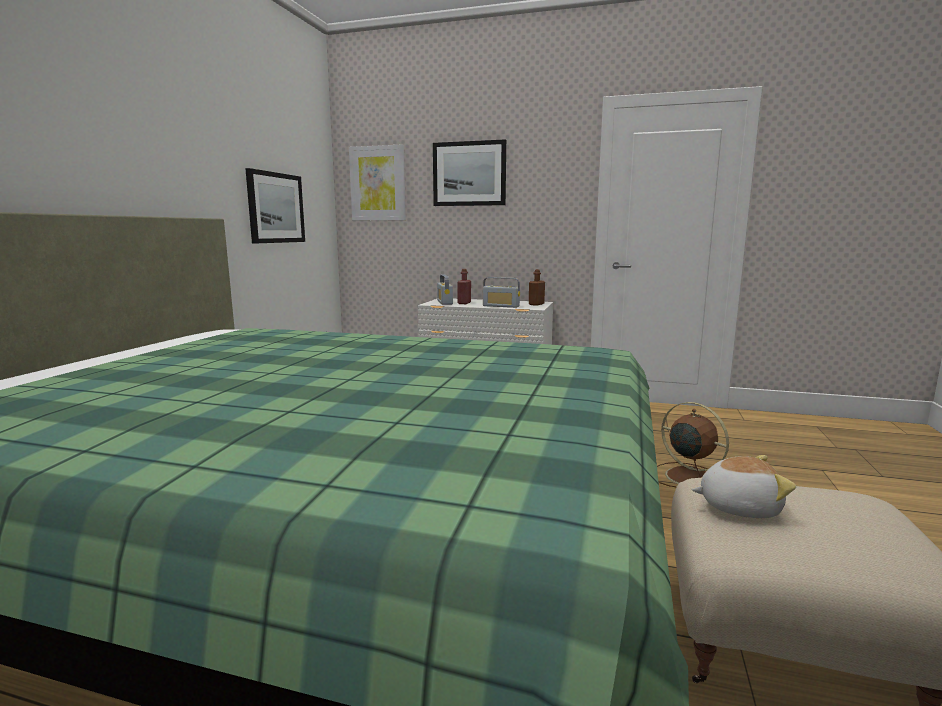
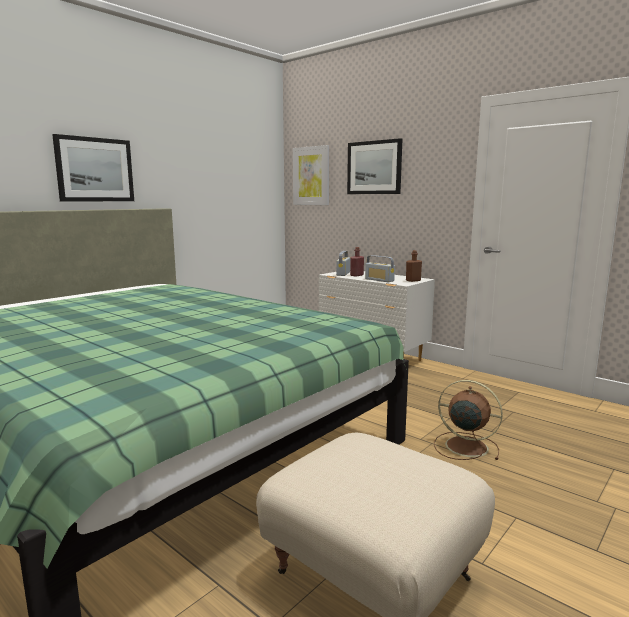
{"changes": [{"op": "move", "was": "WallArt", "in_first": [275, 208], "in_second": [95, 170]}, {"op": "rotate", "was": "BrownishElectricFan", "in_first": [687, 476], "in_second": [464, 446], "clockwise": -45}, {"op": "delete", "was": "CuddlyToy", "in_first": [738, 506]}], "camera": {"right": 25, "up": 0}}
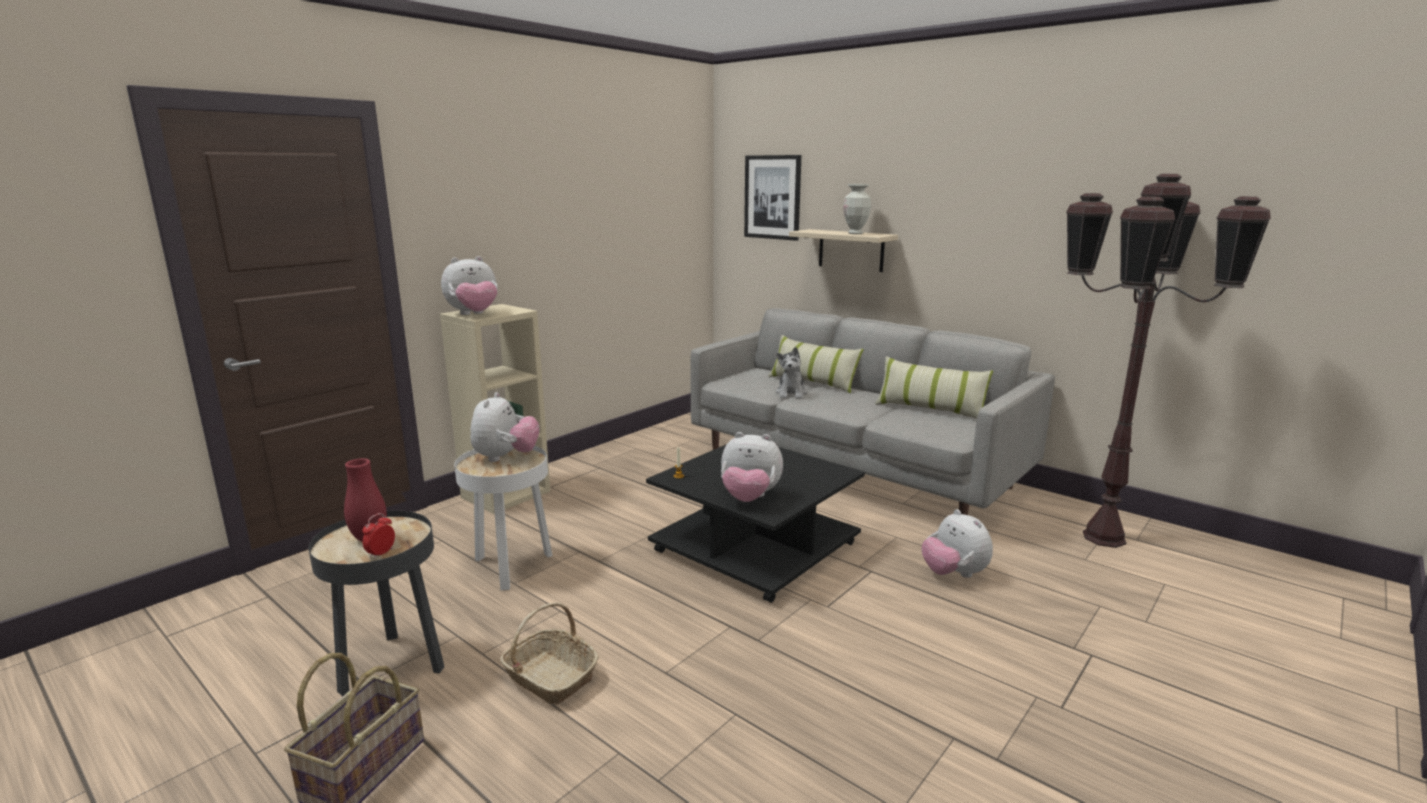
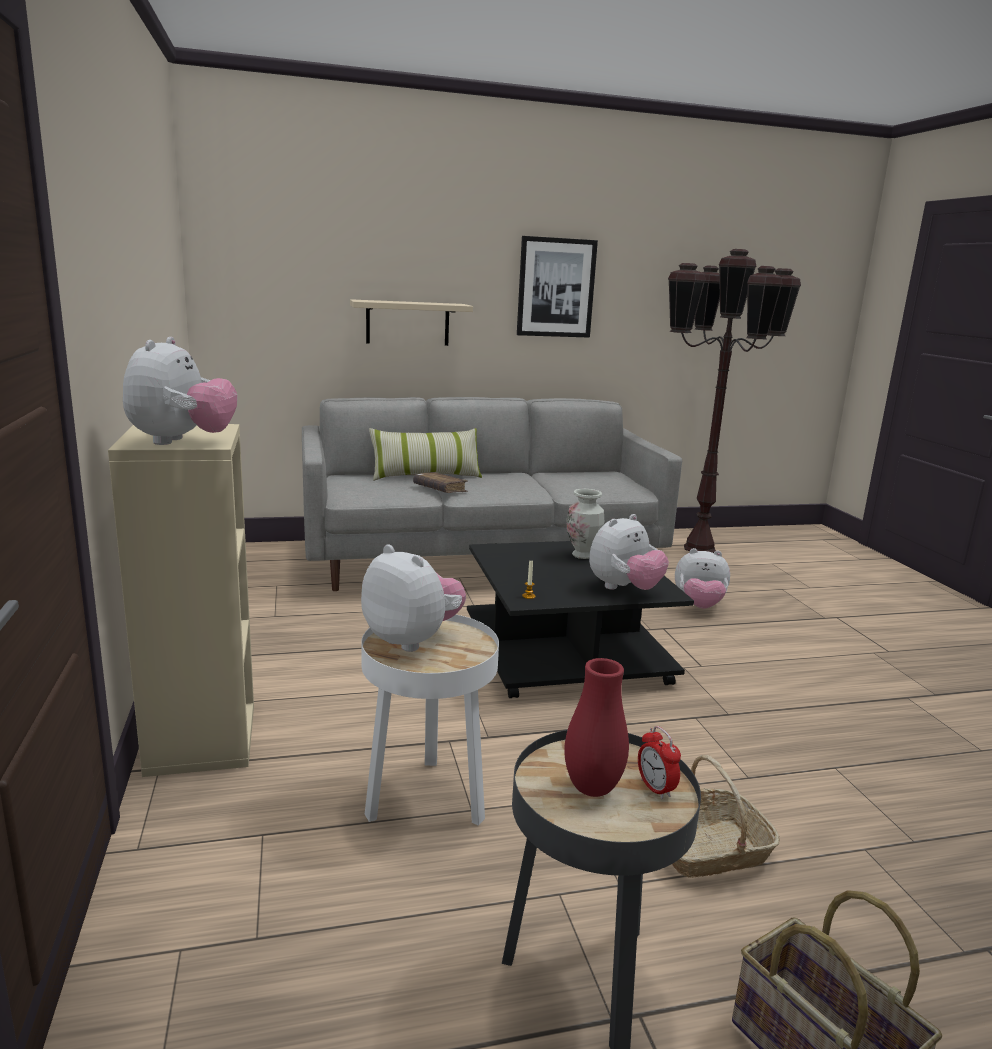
{"changes": [{"op": "move", "was": "WallArt", "in_first": [772, 197], "in_second": [556, 288]}, {"op": "move", "was": "FlowerVase", "in_first": [855, 233], "in_second": [582, 555]}, {"op": "replace", "was": "CuddlyToy", "now": "BrownishBoundBook", "in_first": [791, 393], "in_second": [440, 489]}, {"op": "delete", "was": "Cushion", "in_first": [930, 409]}], "camera": {"right": -55, "up": 0}}
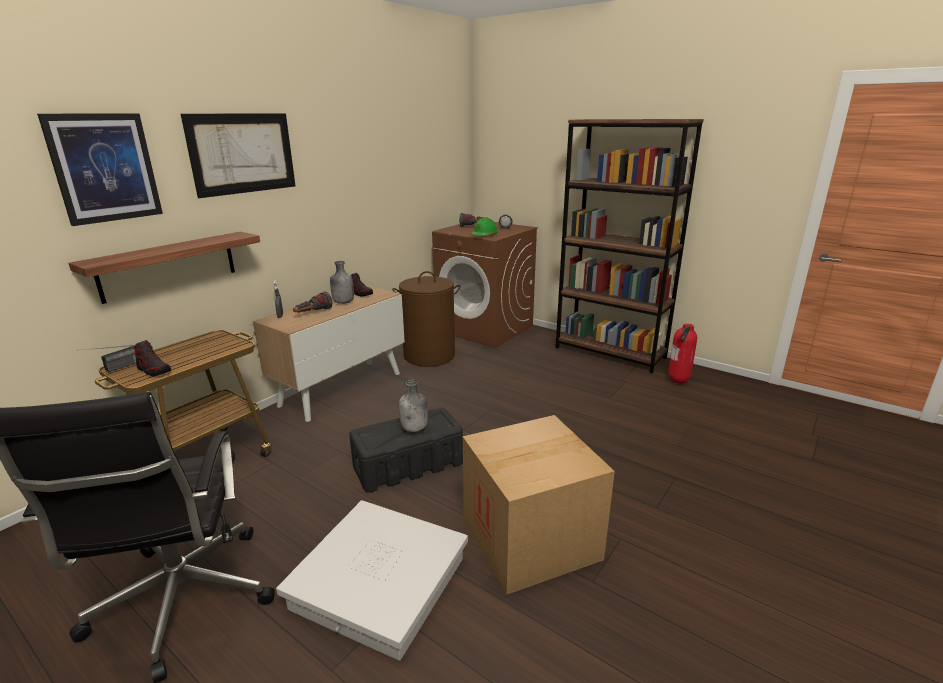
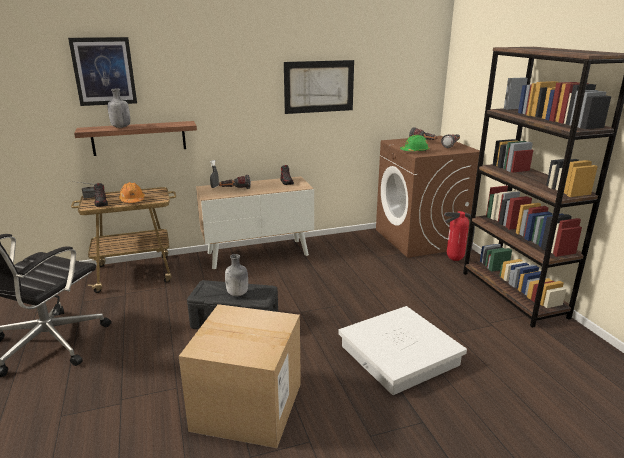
{"changes": [{"op": "move", "was": "WallArt", "in_first": [243, 153], "in_second": [319, 86]}, {"op": "move", "was": "GreyishBeverageBottle", "in_first": [343, 302], "in_second": [120, 127]}, {"op": "delete", "was": "BrownishLaundryBasket", "in_first": [429, 356]}, {"op": "move", "was": "Extinguisher", "in_first": [678, 382], "in_second": [455, 260]}, {"op": "move", "was": "WhiteColouredStorageBox", "in_first": [380, 583], "in_second": [399, 355]}, {"op": "insert", "now": "OrangeColouredSafetyHelmet", "in_second": [132, 200]}], "camera": {"right": 35, "up": 0}}
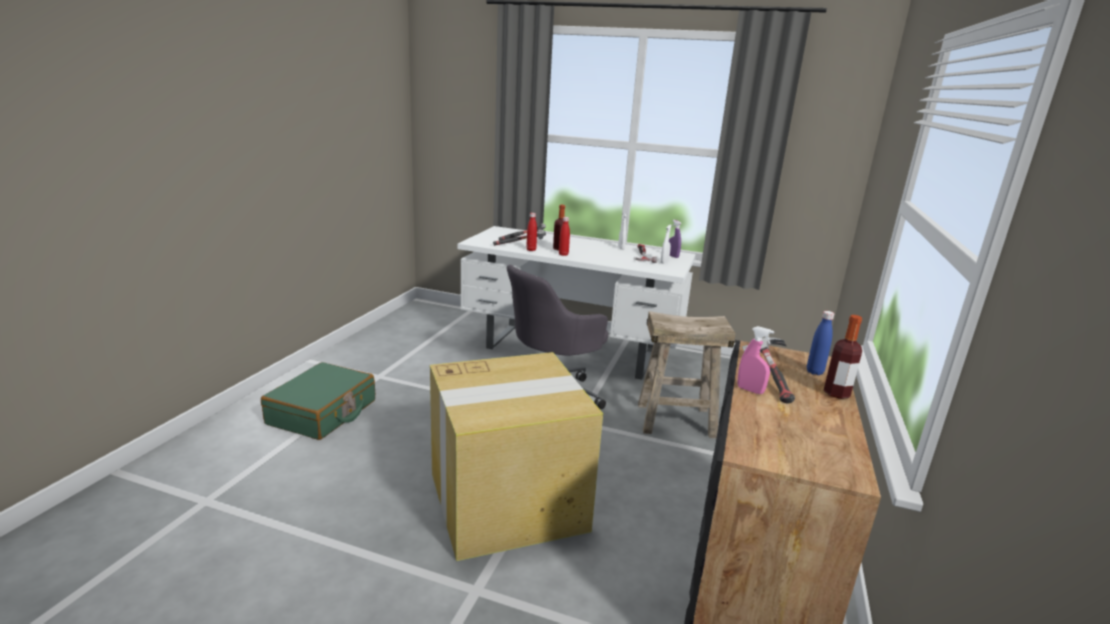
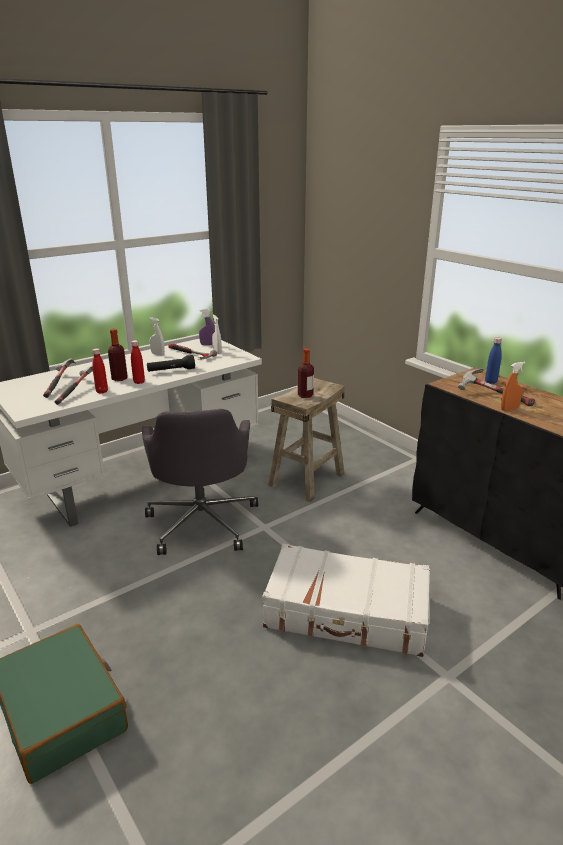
{"changes": [{"op": "move", "was": "BeverageBottle", "in_first": [836, 393], "in_second": [305, 395]}, {"op": "recolor", "was": "PinkishSprayer", "now": "OrangeColouredSprayer", "in_first": [750, 390], "in_second": [509, 409]}, {"op": "replace", "was": "PackingBox", "now": "WhiteColouredSuitcase", "in_first": [509, 501], "in_second": [347, 613]}, {"op": "insert", "now": "BlackColouredFlashlight", "in_second": [171, 371]}], "camera": {"right": -55, "up": 5}}
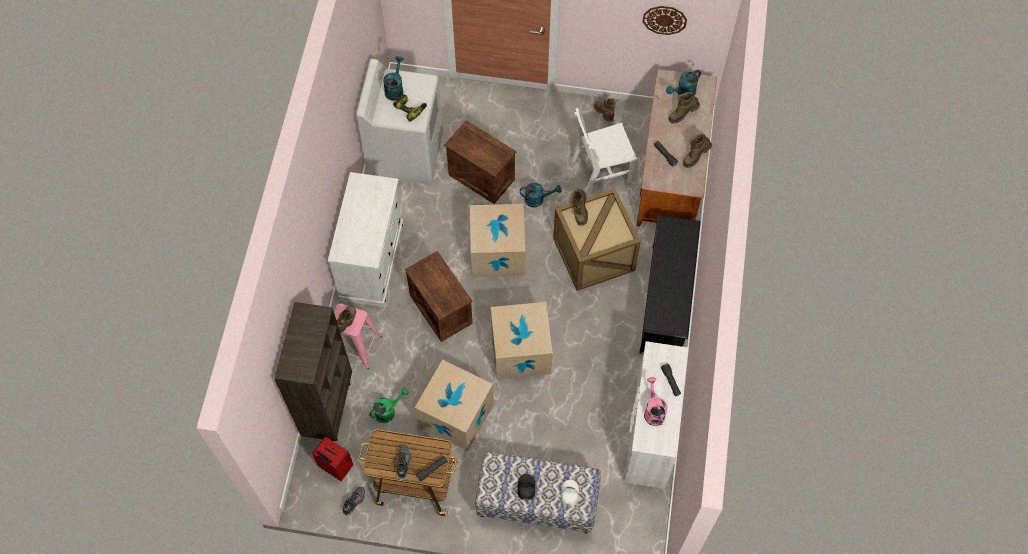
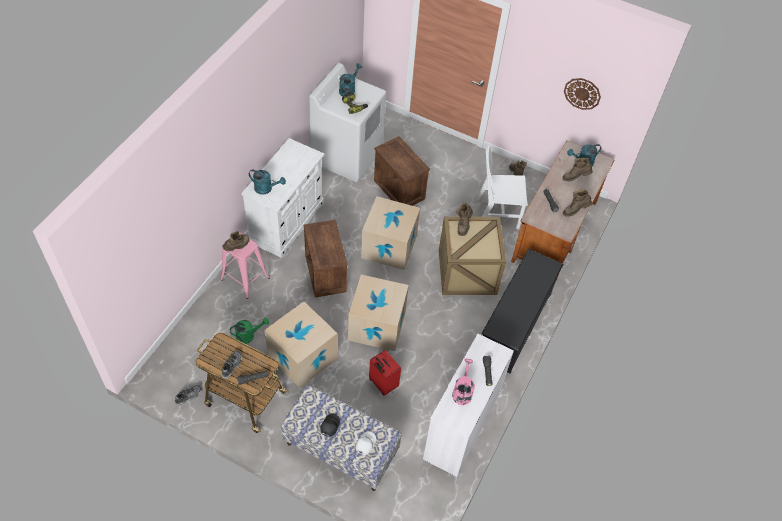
{"changes": [{"op": "move", "was": "TurquoiseWateringCan", "in_first": [538, 199], "in_second": [266, 189]}, {"op": "delete", "was": "BrownishShelvingUnit", "in_first": [328, 409]}, {"op": "move", "was": "ReddishSuitcase", "in_first": [335, 467], "in_second": [382, 384]}], "camera": {"right": 15, "up": -10}}
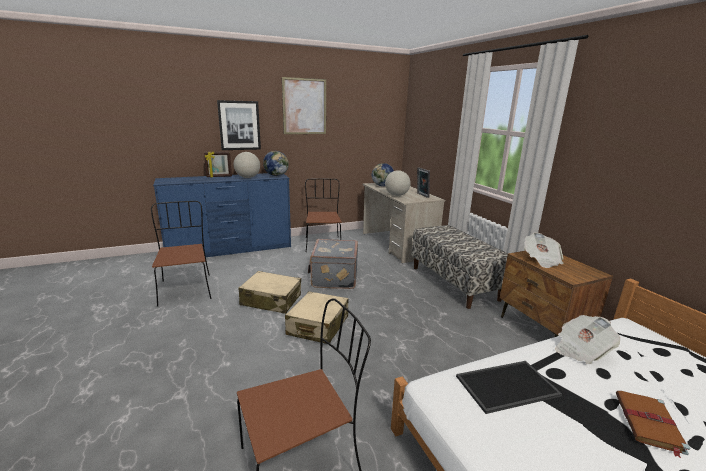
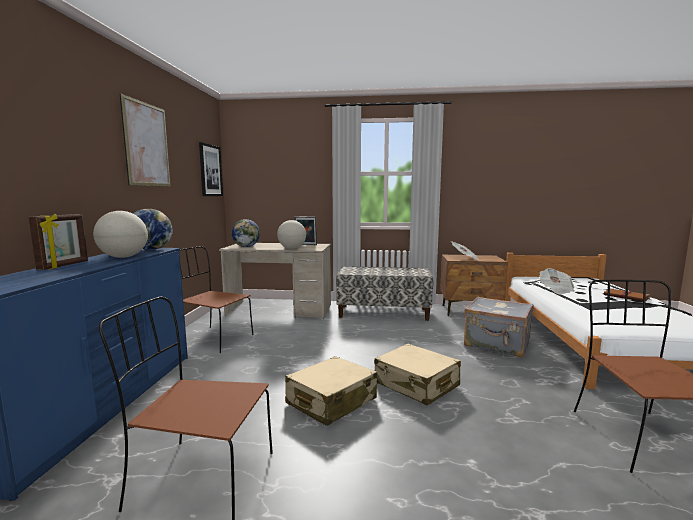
{"changes": [{"op": "move", "was": "WallArt", "in_first": [239, 125], "in_second": [210, 170]}, {"op": "move", "was": "GreyishSuitcase", "in_first": [333, 278], "in_second": [497, 344]}, {"op": "delete", "was": "ServingTray", "in_first": [507, 387]}], "camera": {"right": -60, "up": -10}}
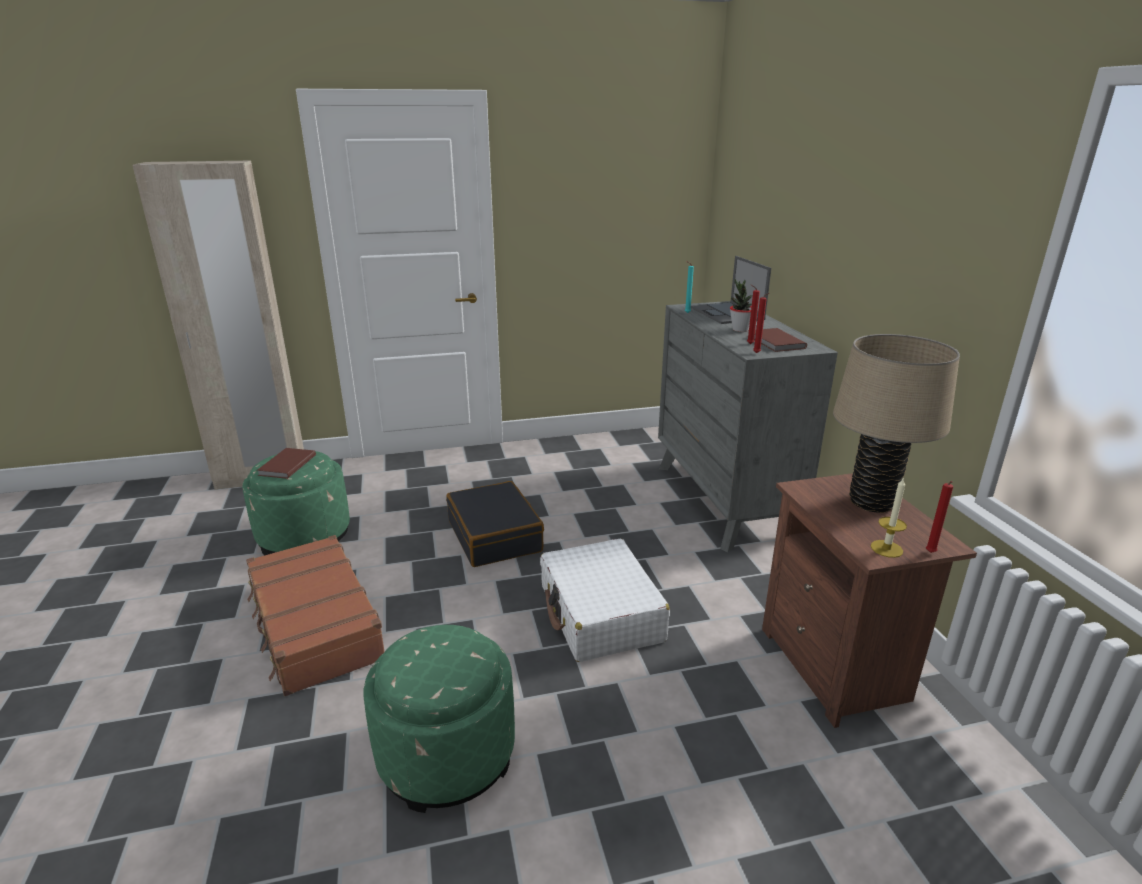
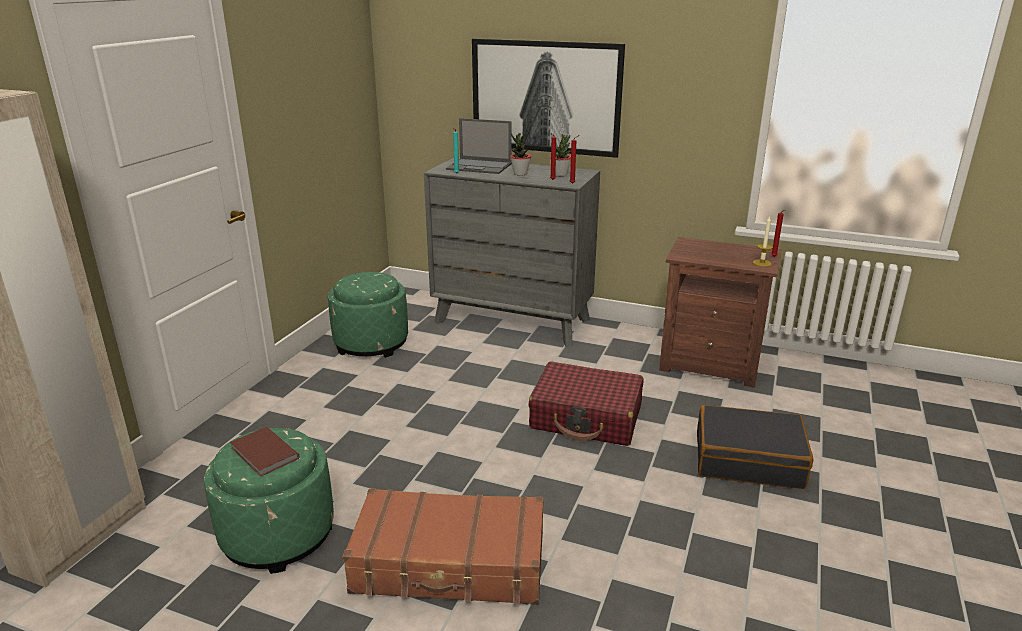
{"changes": [{"op": "replace", "was": "BrownishBoundBook", "now": "PottedPlant", "in_first": [775, 342], "in_second": [560, 175]}, {"op": "delete", "was": "SandColouredTabletopLamp", "in_first": [872, 502]}, {"op": "move", "was": "BlackColouredSuitcase", "in_first": [495, 536], "in_second": [748, 460]}, {"op": "recolor", "was": "WhiteColouredSuitcase", "now": "ReddishSuitcase", "in_first": [600, 614], "in_second": [586, 417]}, {"op": "move", "was": "GreenishOttoman", "in_first": [447, 755], "in_second": [371, 343]}, {"op": "insert", "now": "WallArt", "in_second": [545, 97]}], "camera": {"right": -55, "up": 0}}
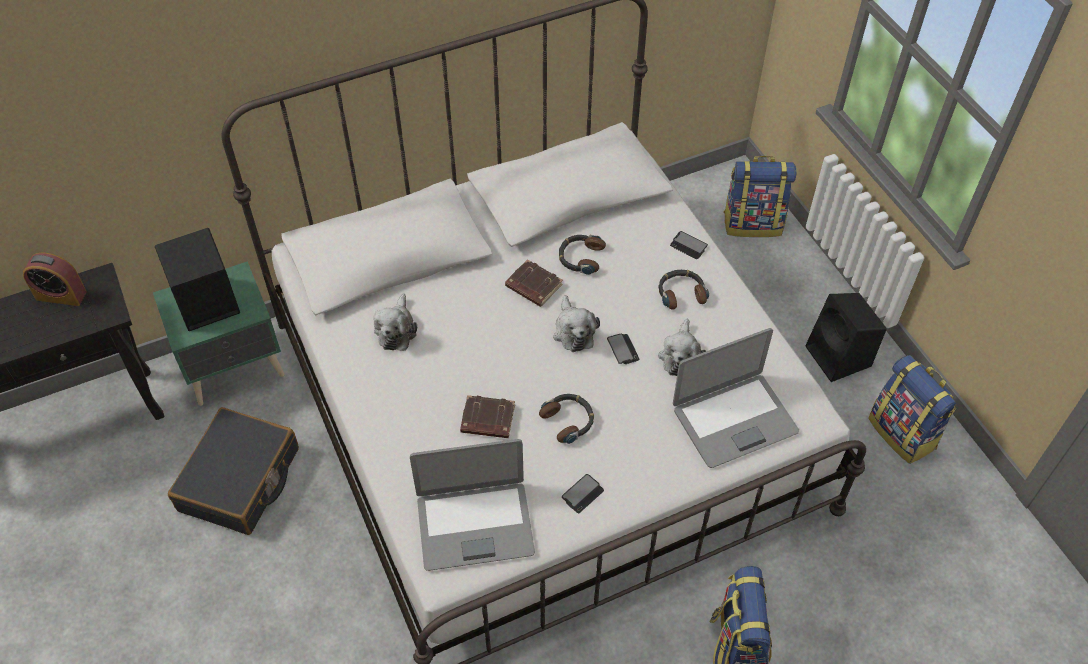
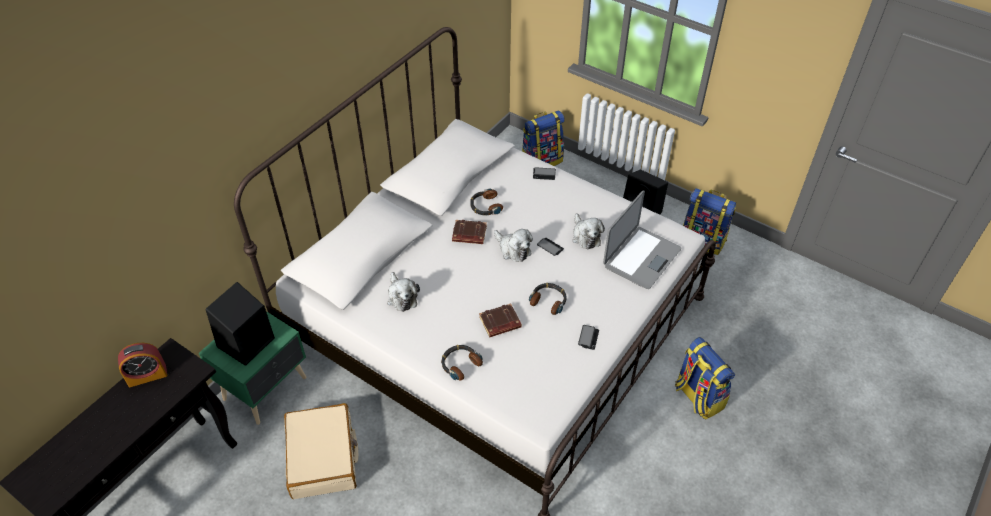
{"changes": [{"op": "move", "was": "Headset", "in_first": [681, 293], "in_second": [460, 364]}, {"op": "recolor", "was": "BlackColouredSuitcase", "now": "SandColouredSuitcase", "in_first": [240, 480], "in_second": [323, 457]}, {"op": "delete", "was": "NotebookComputer", "in_first": [475, 525]}], "camera": {"right": -30, "up": -5}}
